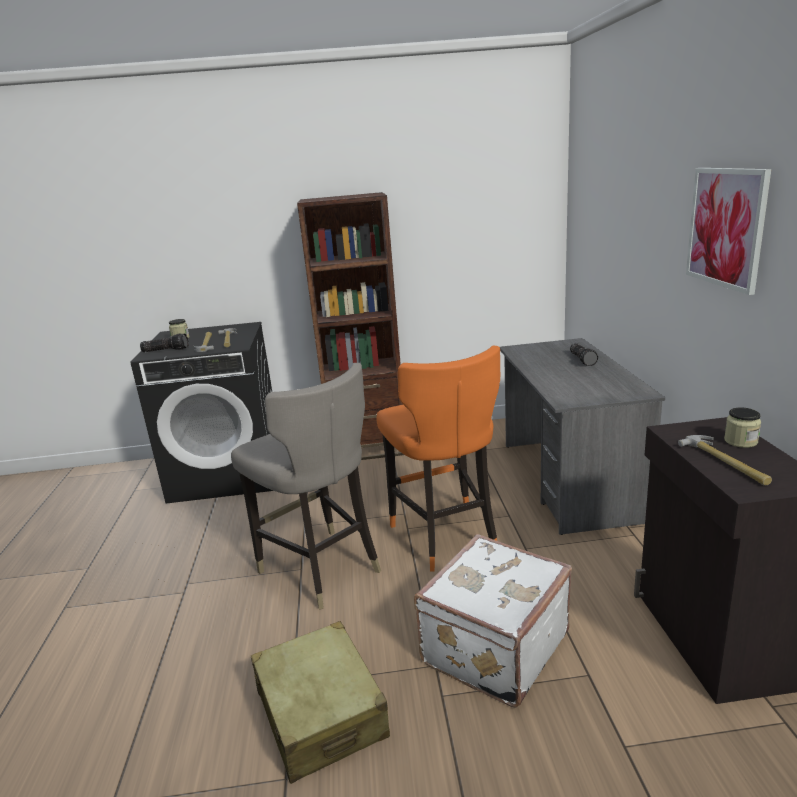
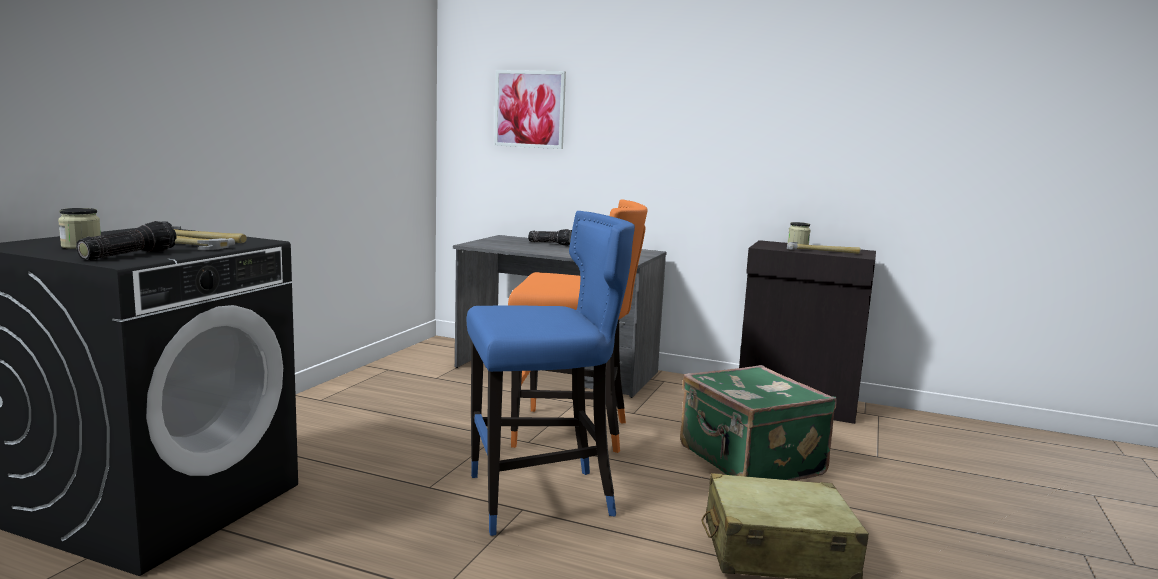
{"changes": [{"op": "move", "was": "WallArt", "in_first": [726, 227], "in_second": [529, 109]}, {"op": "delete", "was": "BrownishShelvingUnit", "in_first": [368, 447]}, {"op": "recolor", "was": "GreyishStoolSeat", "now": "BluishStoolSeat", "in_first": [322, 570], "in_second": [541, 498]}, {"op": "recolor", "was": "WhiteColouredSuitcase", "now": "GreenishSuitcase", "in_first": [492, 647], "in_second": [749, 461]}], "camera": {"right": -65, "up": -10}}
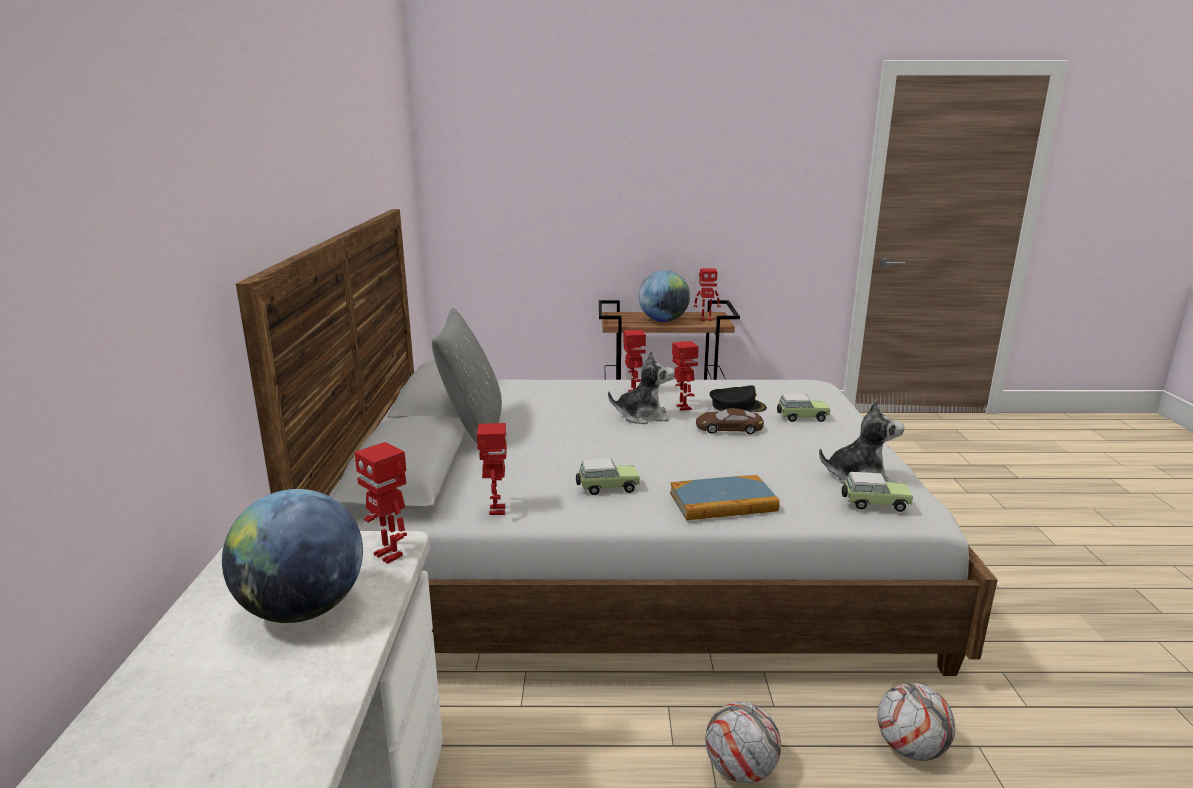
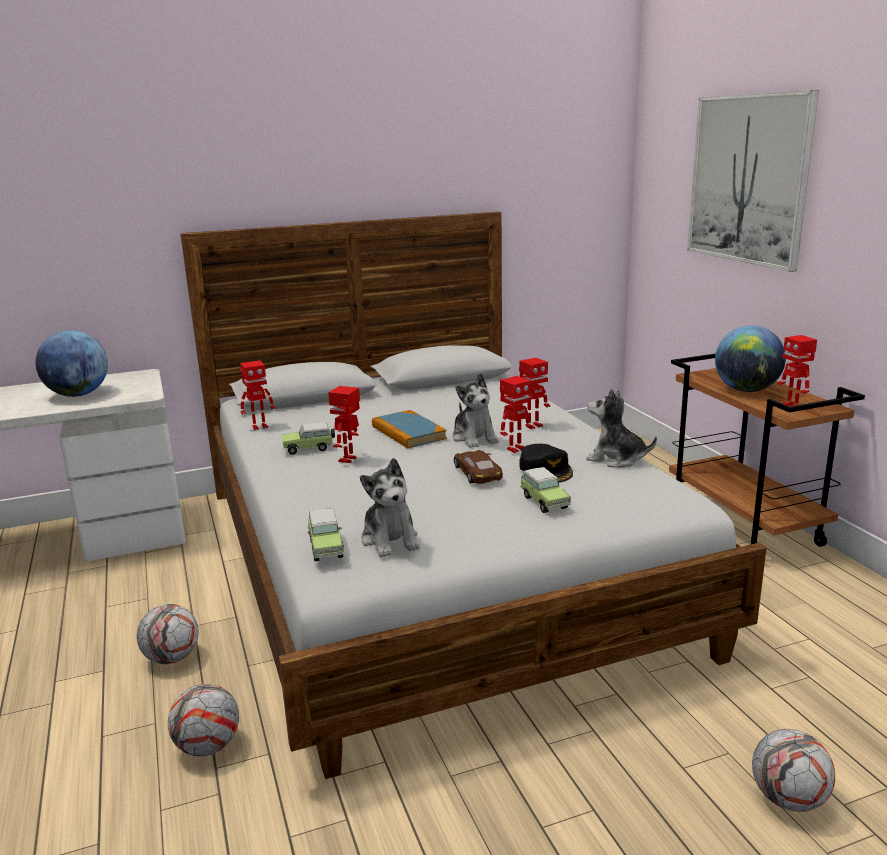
{"changes": [{"op": "delete", "was": "GreyishCushion", "in_first": [473, 431]}, {"op": "move", "was": "ToyRobot", "in_first": [390, 554], "in_second": [348, 459]}, {"op": "rotate", "was": "ModelCar", "in_first": [606, 488], "in_second": [309, 448], "clockwise": 105}, {"op": "move", "was": "BoundBook", "in_first": [723, 502], "in_second": [408, 432]}, {"op": "insert", "now": "WallArt", "in_second": [748, 179]}, {"op": "insert", "now": "CuddlyToy", "in_second": [616, 459]}, {"op": "insert", "now": "FootballBall", "in_second": [788, 799]}], "camera": {"right": 70, "up": 0}}
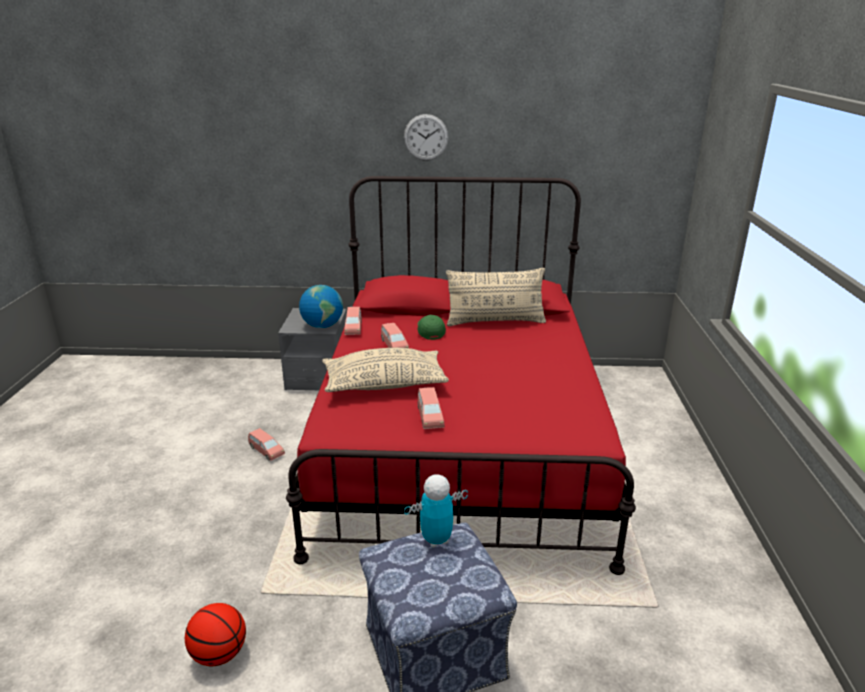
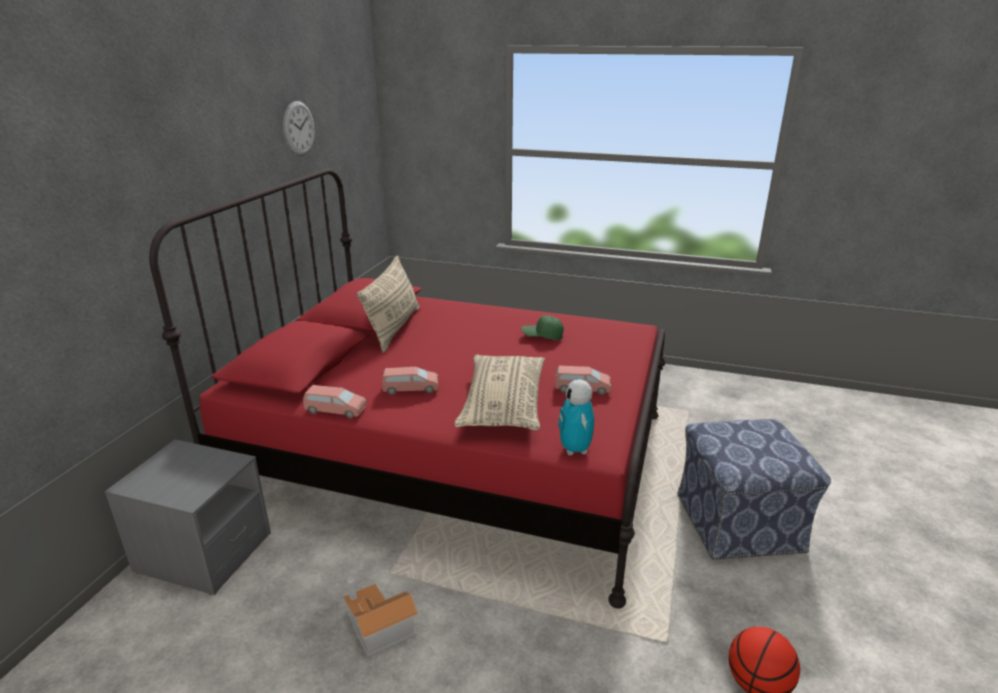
{"changes": [{"op": "move", "was": "ClockOnTheWall", "in_first": [426, 137], "in_second": [298, 128]}, {"op": "delete", "was": "DeskGlobe", "in_first": [322, 326]}, {"op": "move", "was": "GreenishBaseballCap", "in_first": [430, 332], "in_second": [542, 336]}, {"op": "replace", "was": "PinkishModelCar", "now": "ModelHouse", "in_first": [266, 451], "in_second": [378, 627]}, {"op": "move", "was": "ToyRobot", "in_first": [436, 540], "in_second": [575, 450]}], "camera": {"right": -75, "up": 0}}
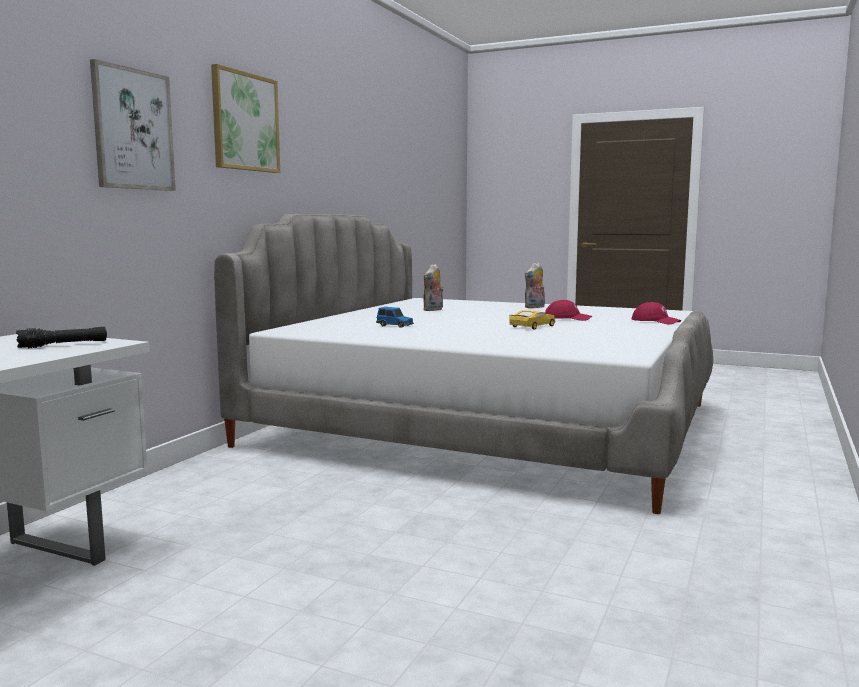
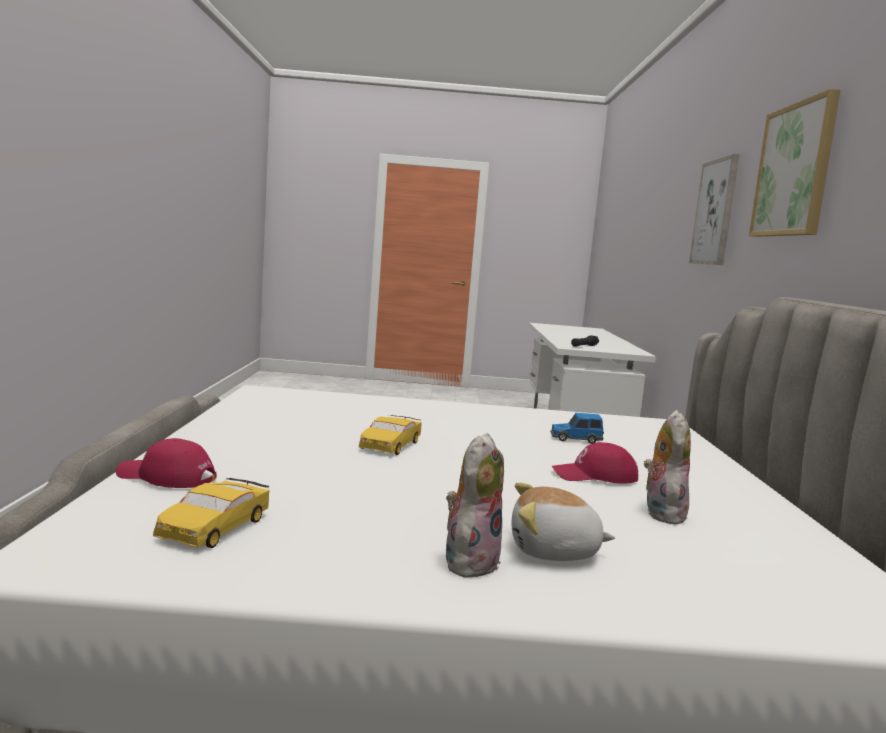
{"changes": [{"op": "move", "was": "ReddishBaseballCap", "in_first": [567, 318], "in_second": [595, 476]}, {"op": "insert", "now": "YellowishModelCar", "in_second": [214, 527]}, {"op": "insert", "now": "CuddlyToy", "in_second": [554, 552]}], "camera": {"right": 155, "up": 0}}
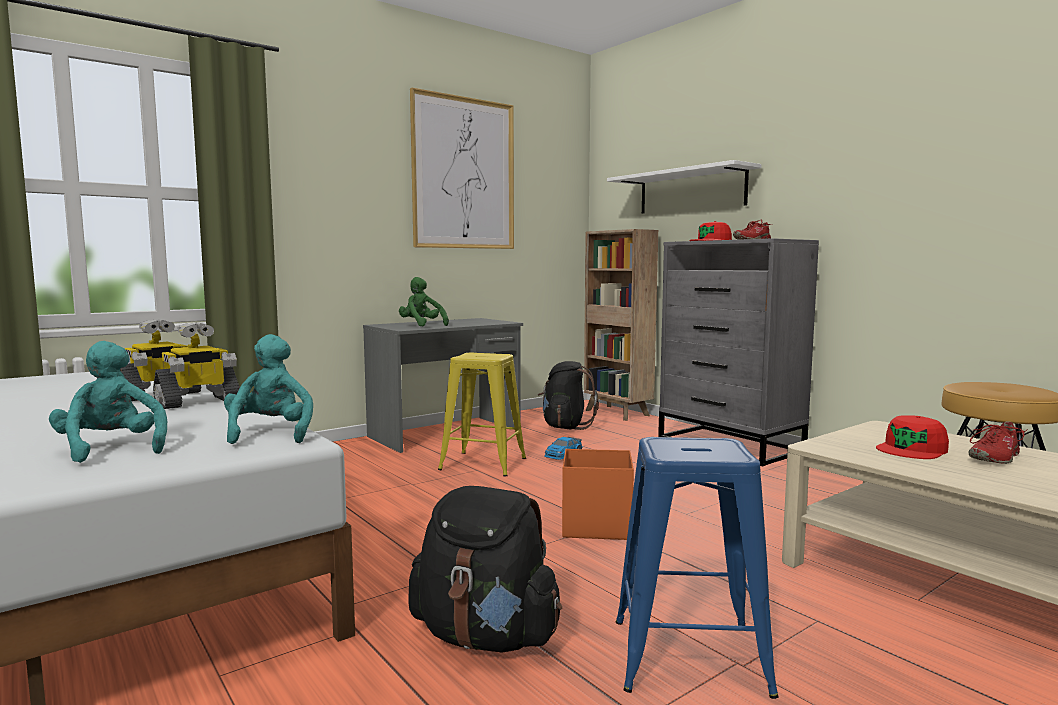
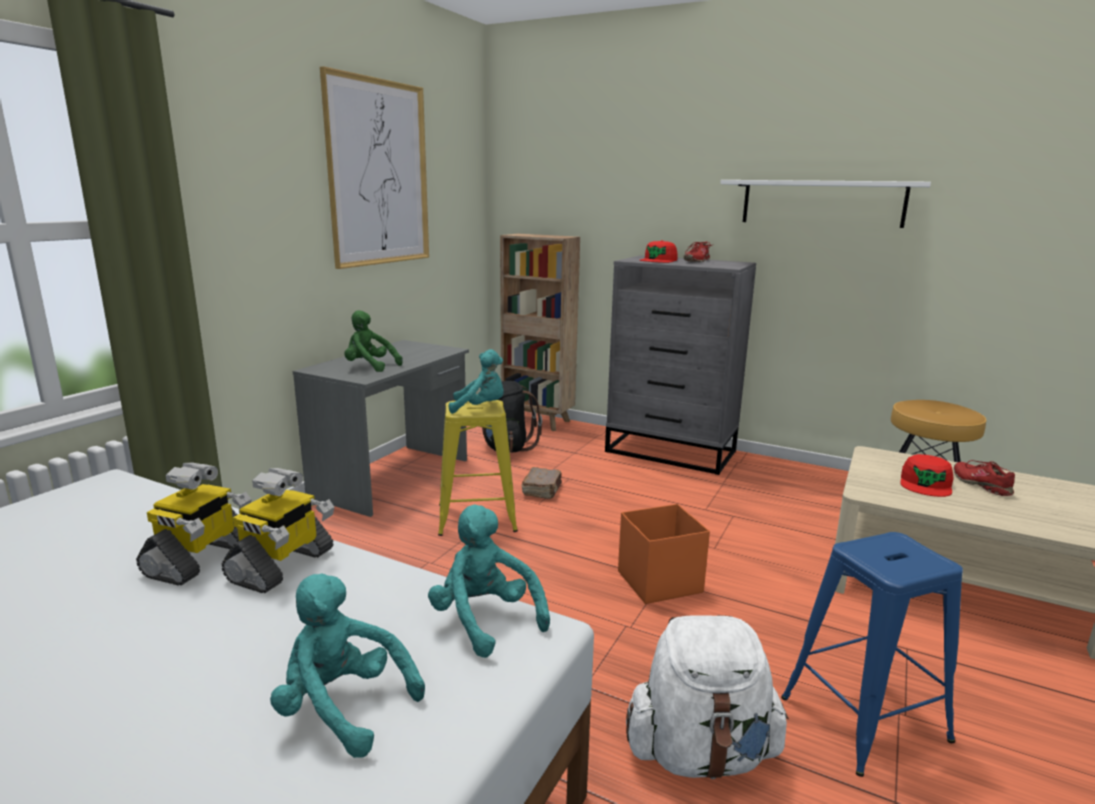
{"changes": [{"op": "move", "was": "WhiteColouredShelf", "in_first": [691, 191], "in_second": [822, 203]}, {"op": "rotate", "was": "ReddishItemOfFootwear", "in_first": [993, 457], "in_second": [981, 485], "clockwise": 135}, {"op": "replace", "was": "ModelCar", "now": "BrownishBoundBook", "in_first": [563, 455], "in_second": [542, 490]}, {"op": "recolor", "was": "BlackColouredBackpack", "now": "WhiteColouredBackpack", "in_first": [486, 637], "in_second": [701, 753]}, {"op": "insert", "now": "TurquoiseCuddlyToy", "in_second": [480, 408]}], "camera": {"right": -25, "up": 10}}
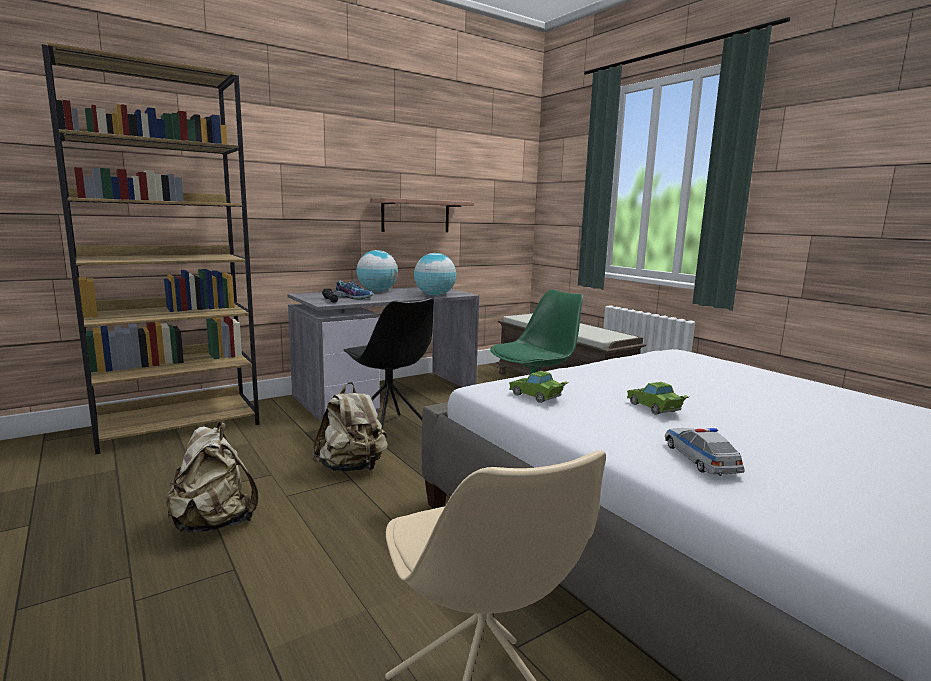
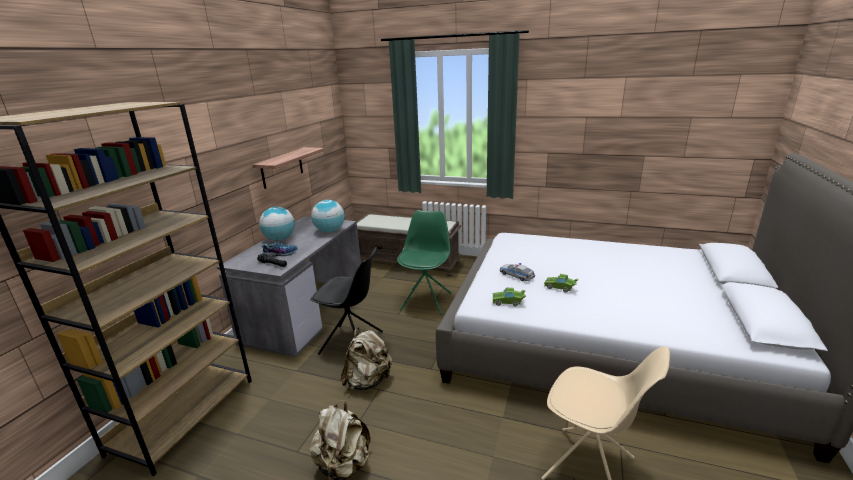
{"changes": [{"op": "move", "was": "ModelCar", "in_first": [700, 459], "in_second": [516, 275]}], "camera": {"right": -35, "up": 10}}
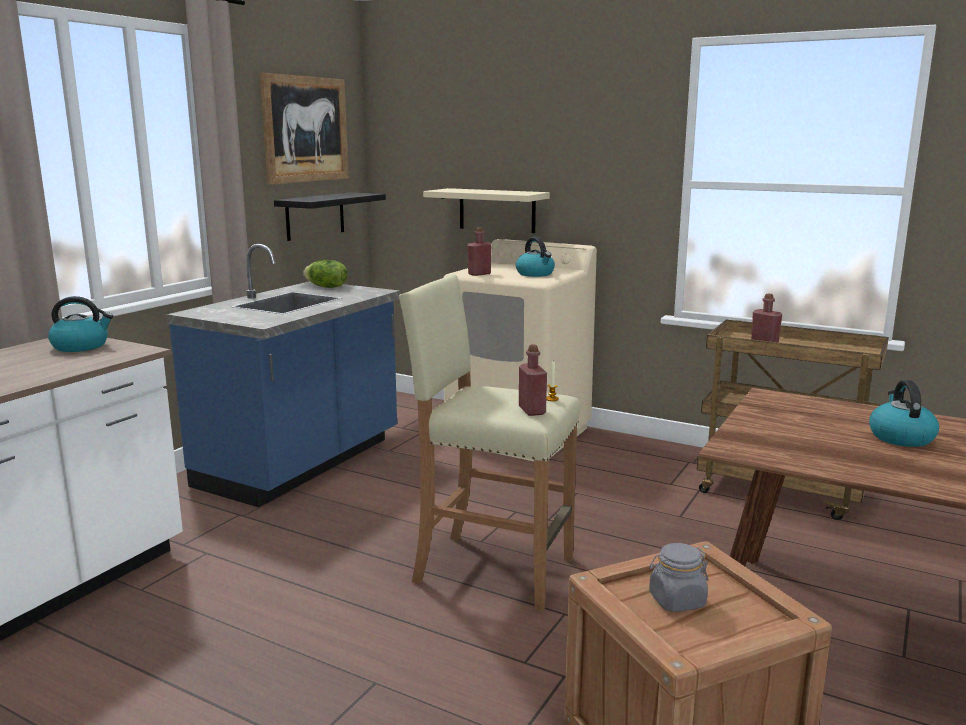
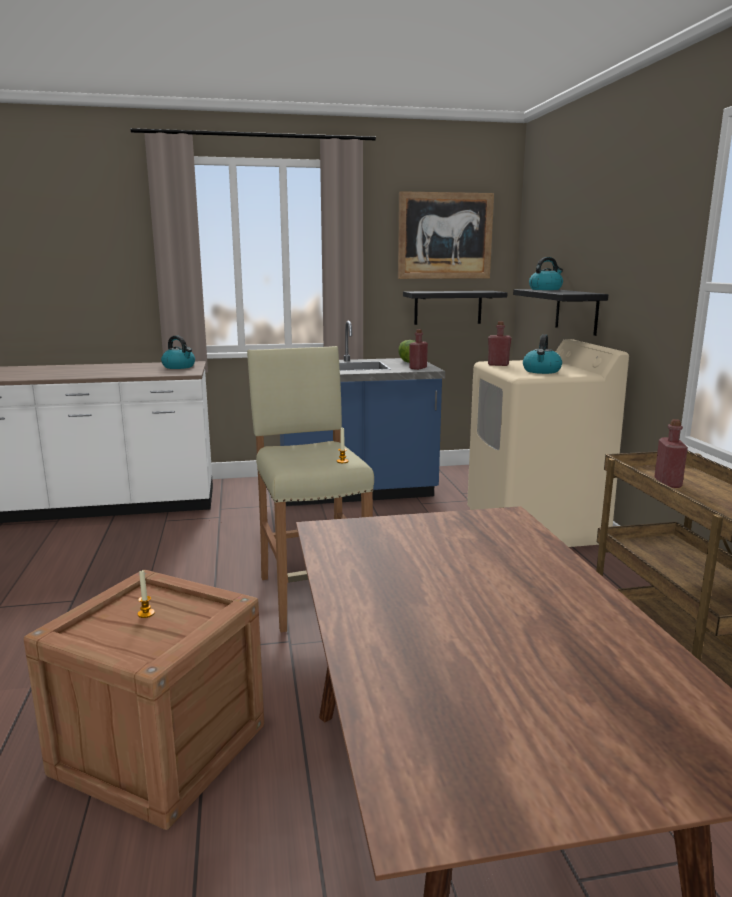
{"changes": [{"op": "recolor", "was": "SandColouredShelf", "now": "BlackColouredShelf", "in_first": [497, 210], "in_second": [576, 311]}, {"op": "move", "was": "ReddishBeverageBottle", "in_first": [532, 411], "in_second": [418, 368]}, {"op": "move", "was": "TeaKettle", "in_first": [900, 437], "in_second": [545, 289]}, {"op": "replace", "was": "GreyishPreserveJar", "now": "WaxCandle", "in_first": [676, 601], "in_second": [146, 613]}], "camera": {"right": 50, "up": 0}}
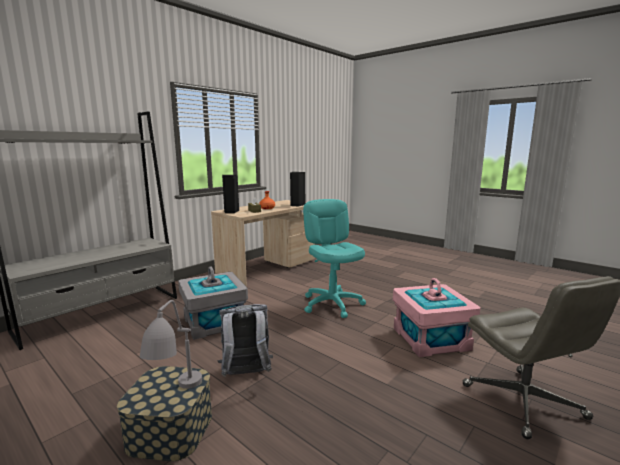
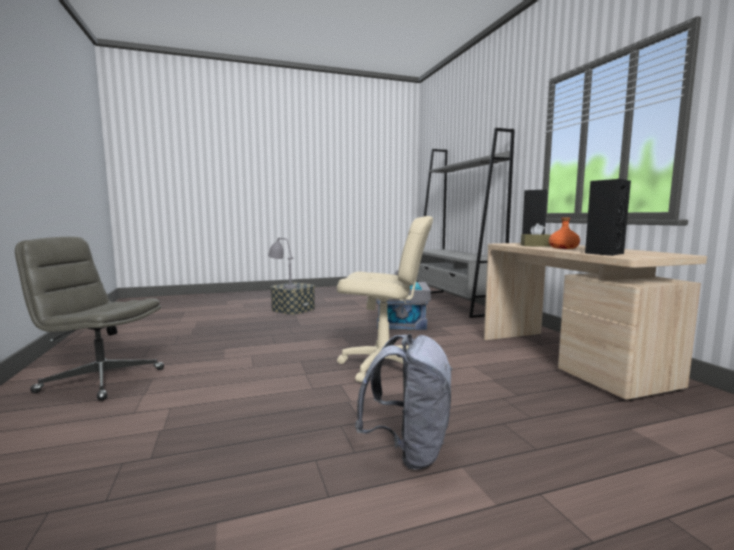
{"changes": [{"op": "recolor", "was": "TurquoiseComputerChair", "now": "SandColouredComputerChair", "in_first": [332, 304], "in_second": [383, 366]}, {"op": "delete", "was": "PinkishStorageBox", "in_first": [430, 338]}, {"op": "move", "was": "GreyishBackpack", "in_first": [246, 375], "in_second": [408, 450]}], "camera": {"right": 120, "up": -5}}
